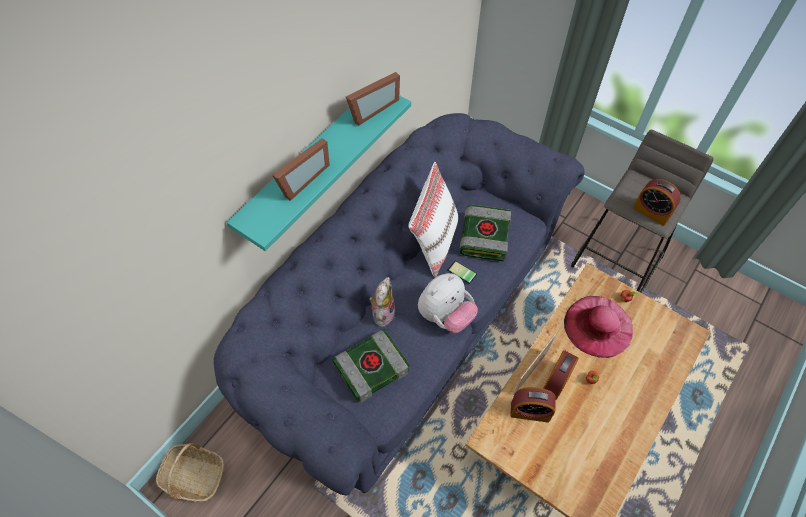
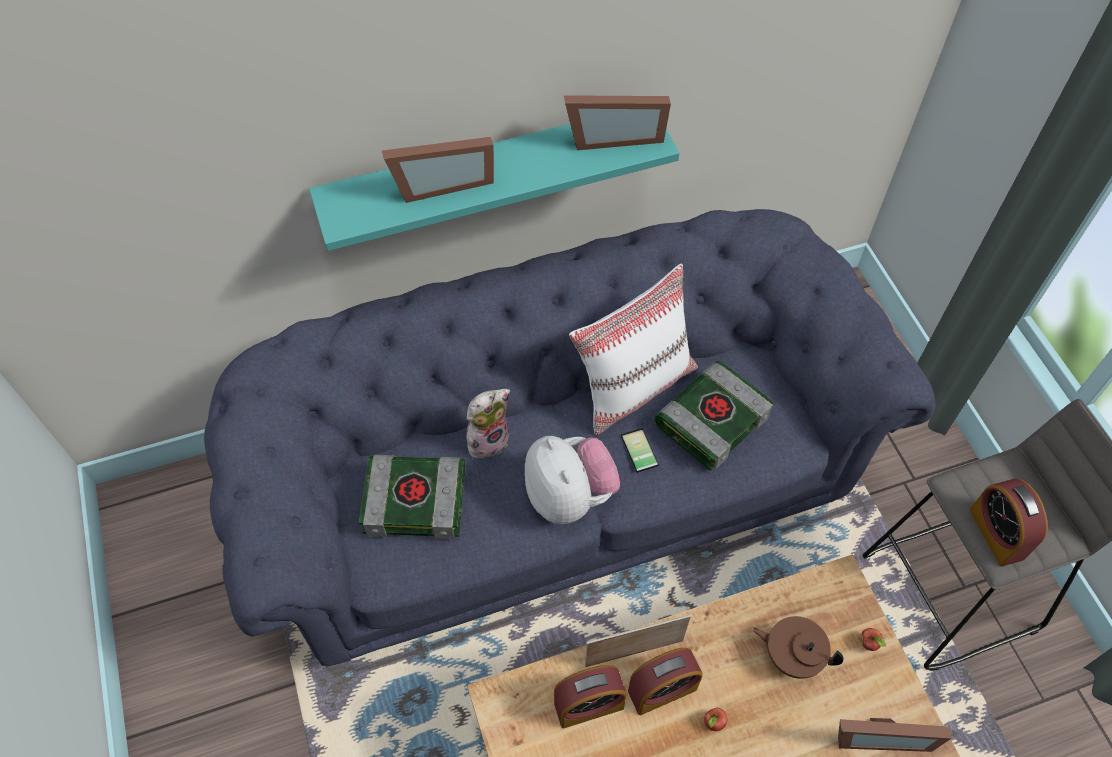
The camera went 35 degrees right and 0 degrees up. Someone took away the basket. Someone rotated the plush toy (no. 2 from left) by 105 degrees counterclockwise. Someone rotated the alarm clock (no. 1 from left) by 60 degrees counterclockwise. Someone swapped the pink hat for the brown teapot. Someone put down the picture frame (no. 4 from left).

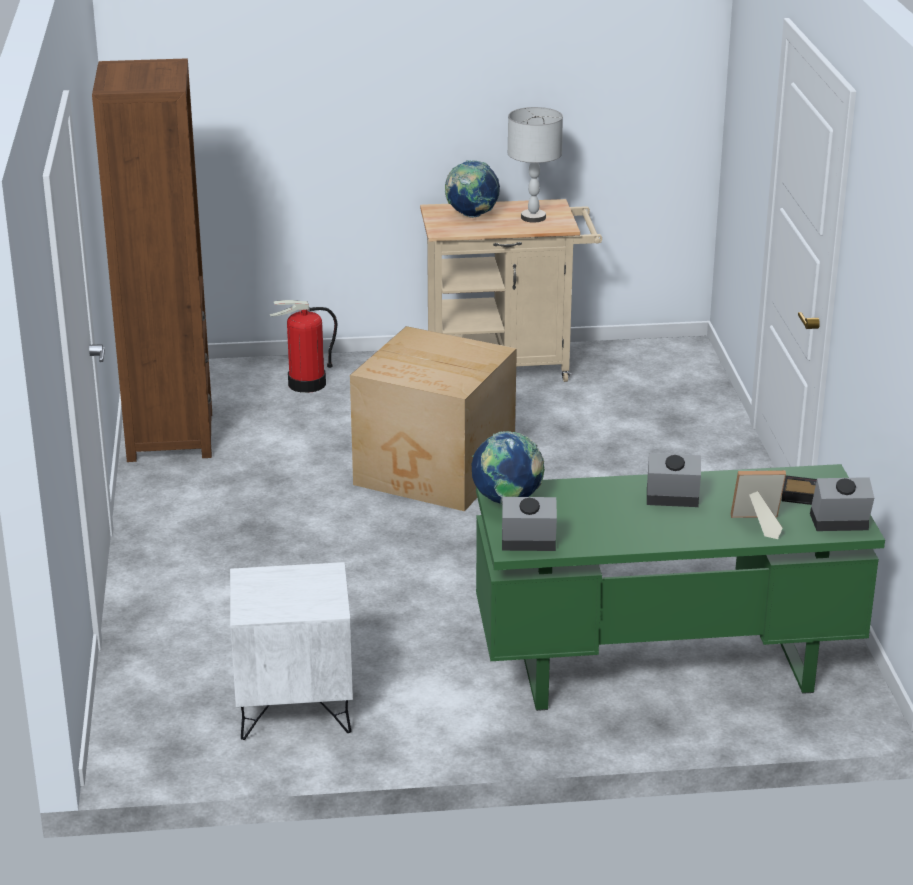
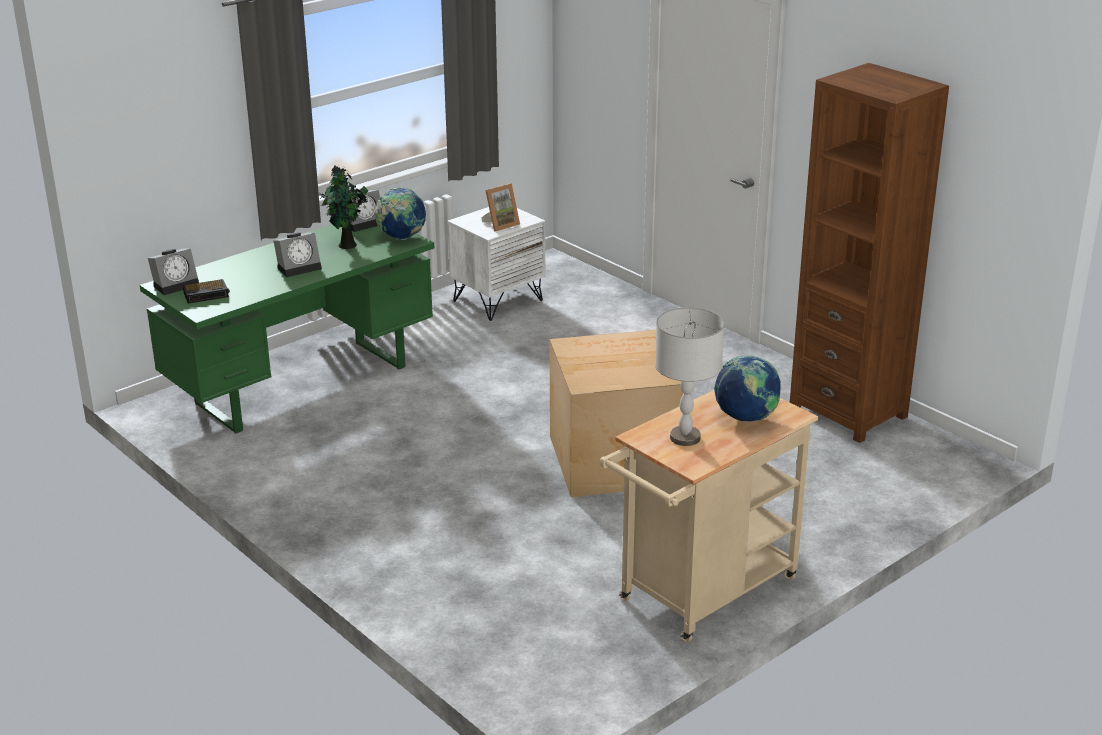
The camera went 145 degrees right and 0 degrees up. Someone took away the fire extinguisher. Someone carried the picture frame. Someone put down the potted plant.

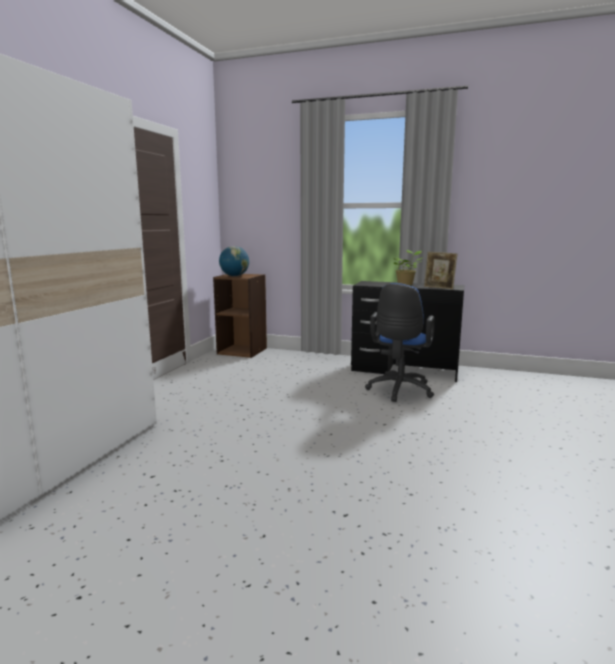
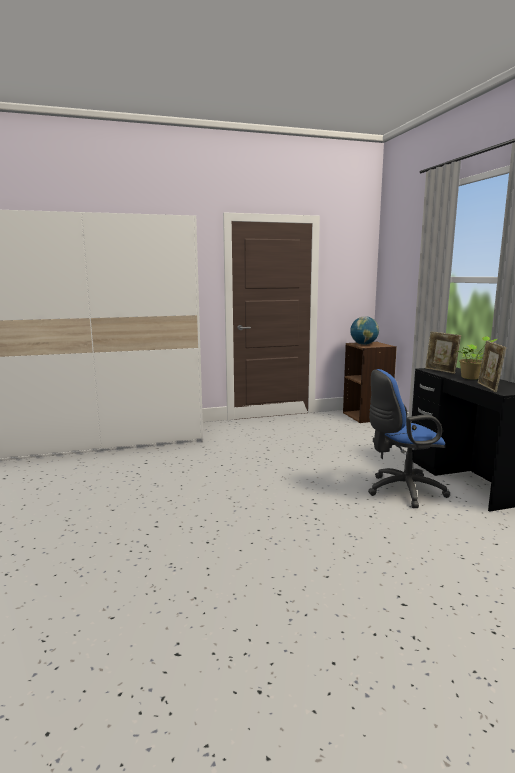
The camera went 55 degrees right and 0 degrees up. Someone put down the picture frame (no. 1 from left).

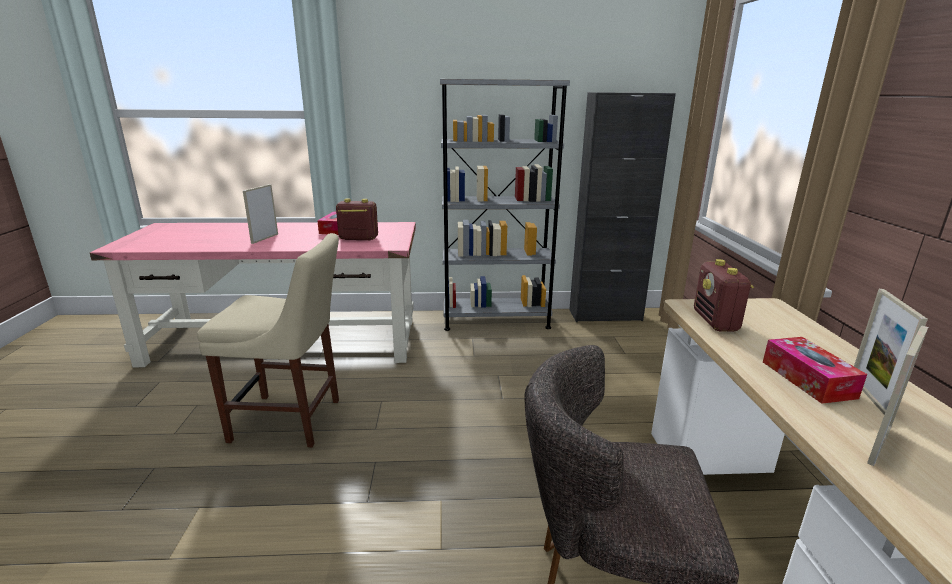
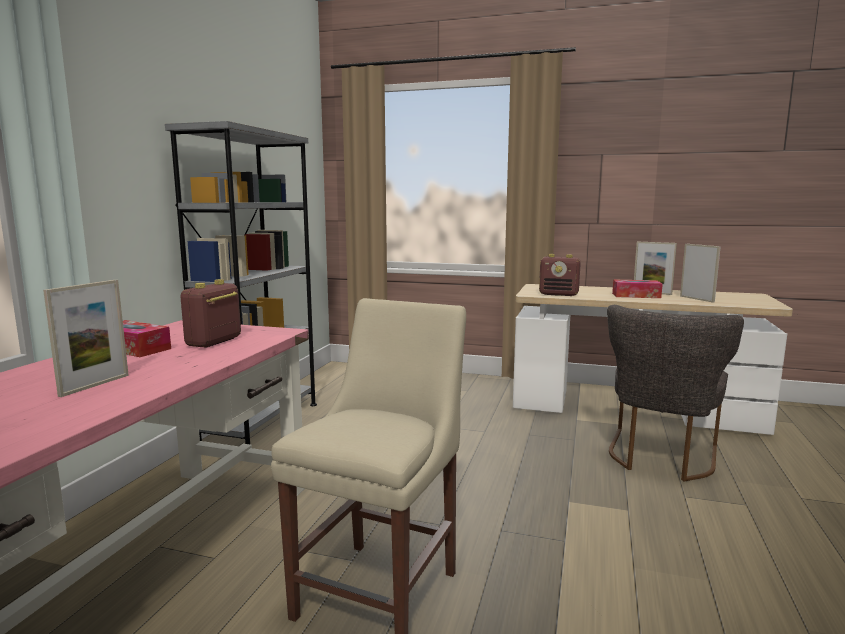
The camera went 70 degrees left and 10 degrees down. Someone rotated the picture frame (no. 1 from left) by 105 degrees counterclockwise. Someone took away the black cabinet.

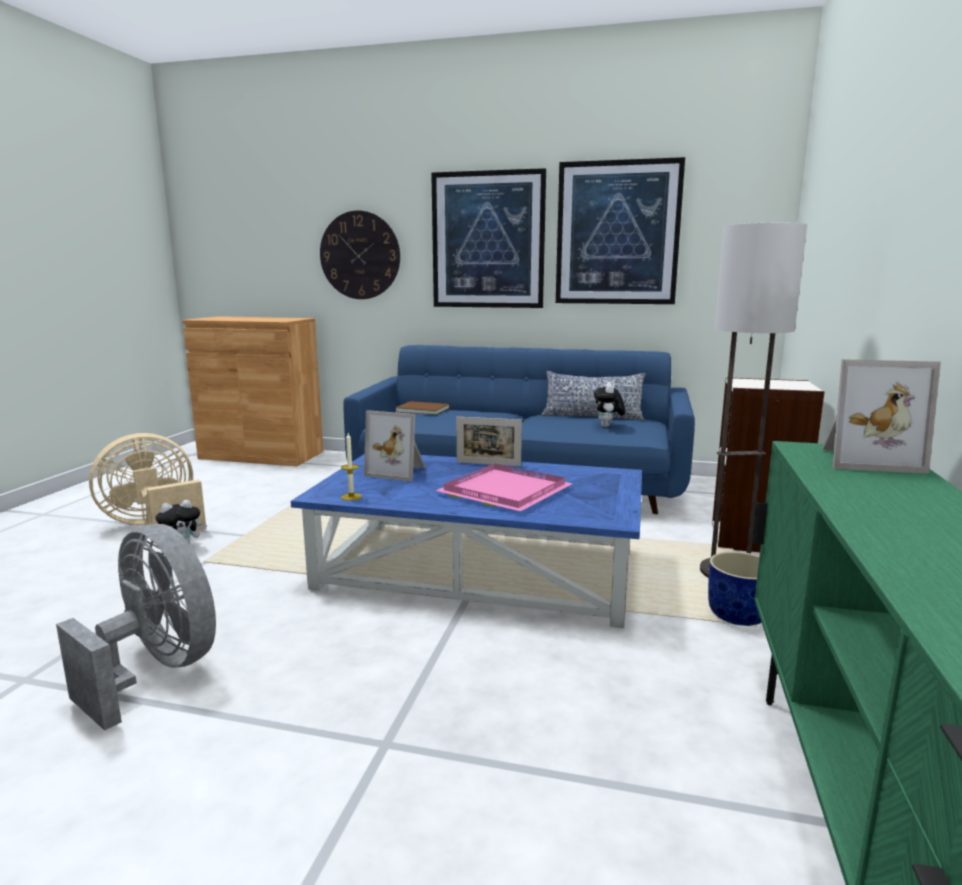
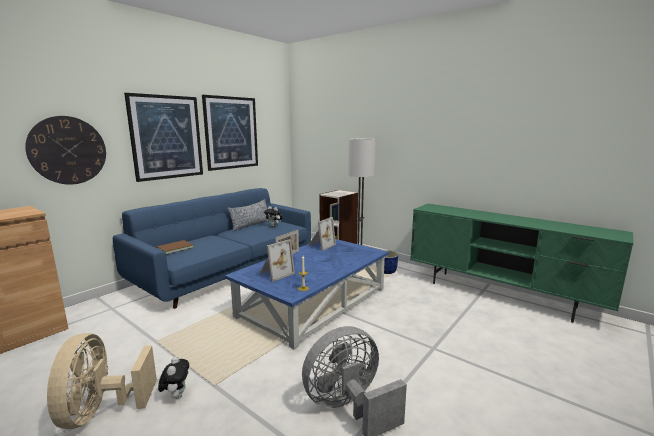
The camera went 65 degrees left and 0 degrees up. Someone took away the pink tray. Someone carried the picture frame (no. 3 from left).

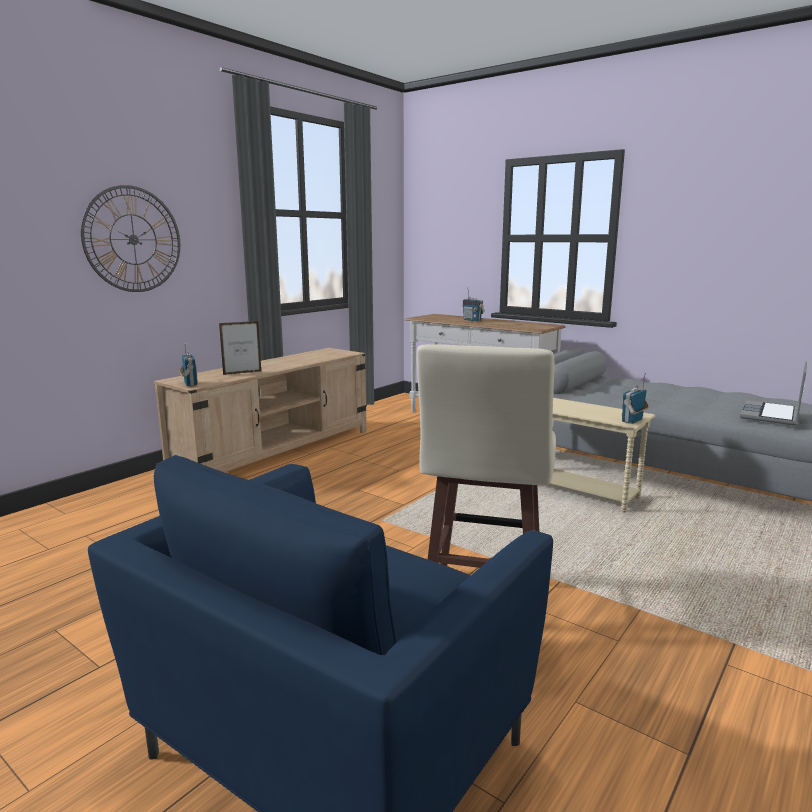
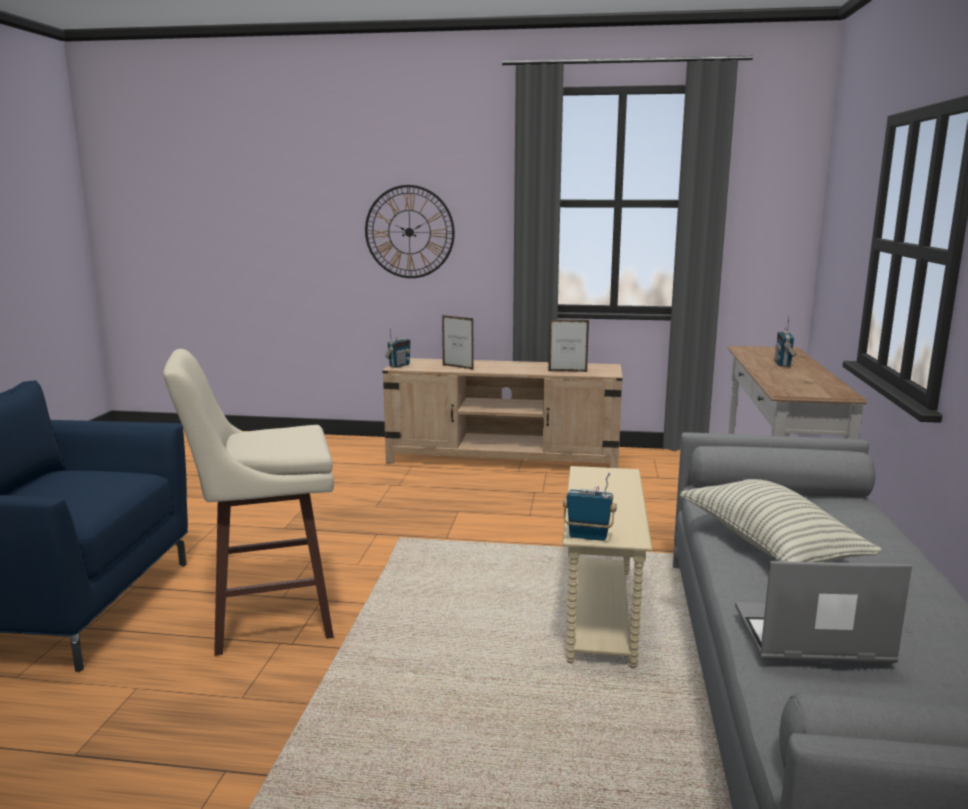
The camera went 60 degrees right and 0 degrees up. Someone put down the picture frame (no. 2 from left). Someone put down the pillow.

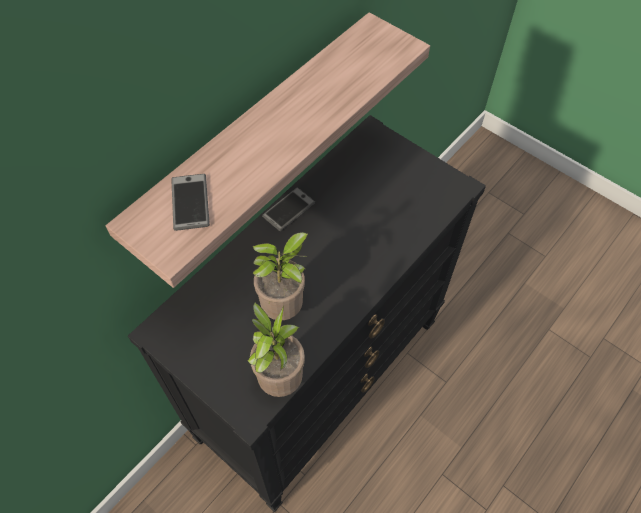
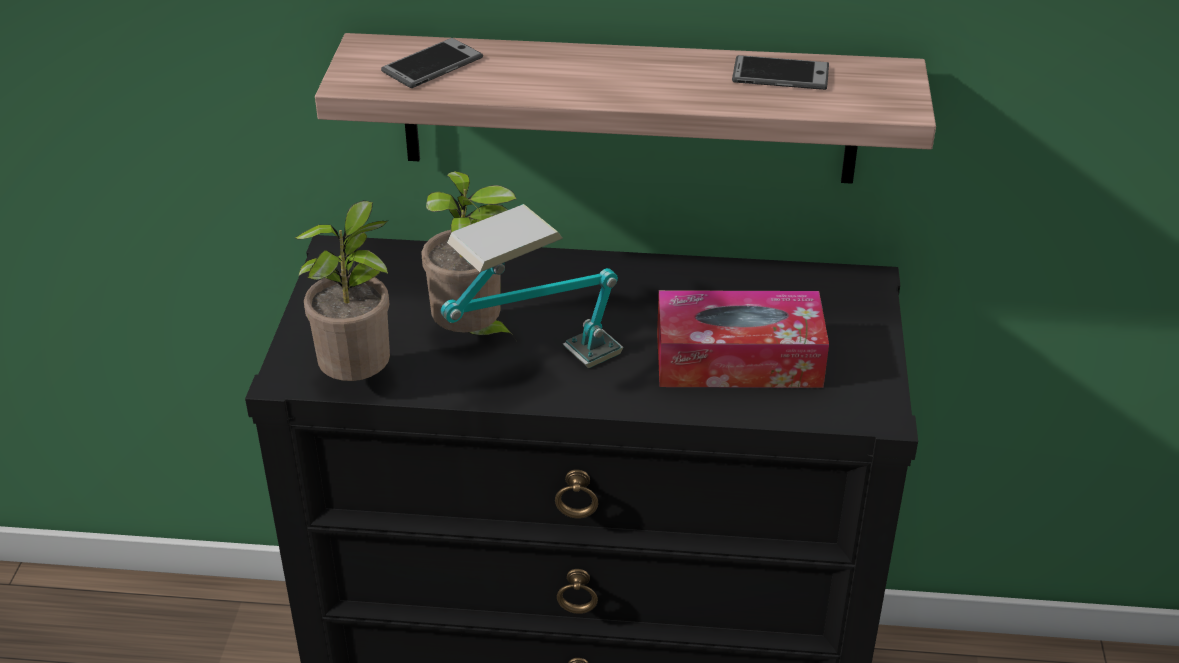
The camera went 55 degrees right and 20 degrees down. Someone carried the phone (no. 2 from left). Someone put down the table lamp. Someone put down the tissue box.

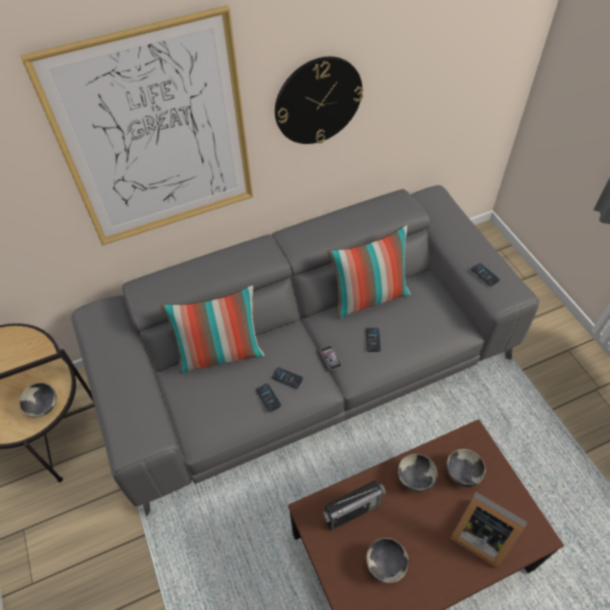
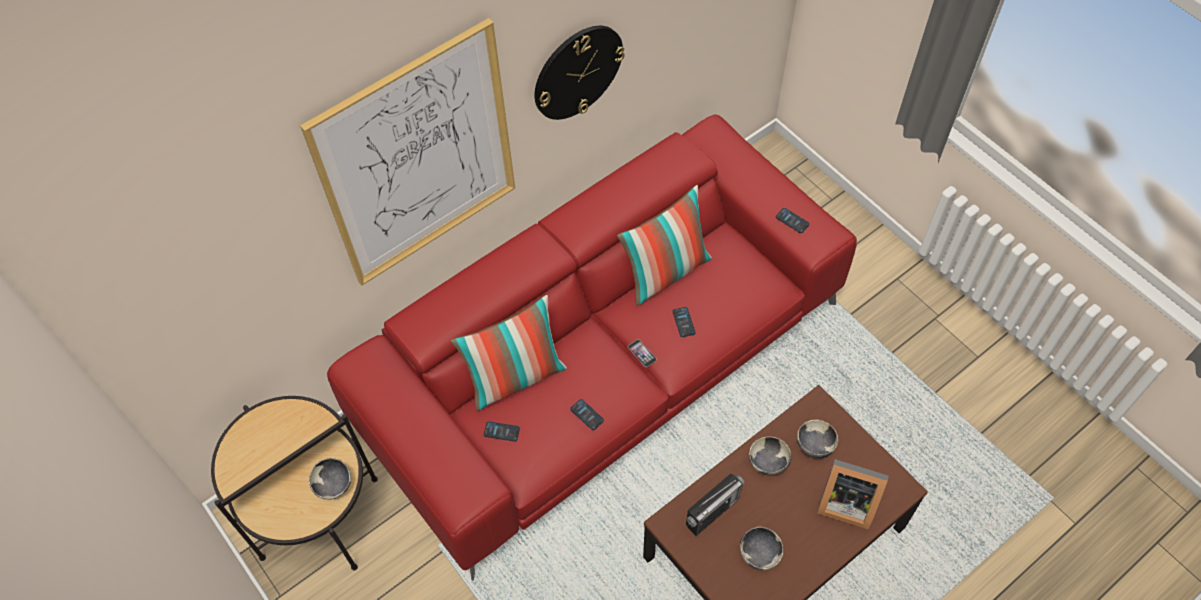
The camera went 15 degrees left and 5 degrees up. Someone repainted the grey sofa, which became the red sofa. Someone carried the phone (no. 2 from left in the first image).

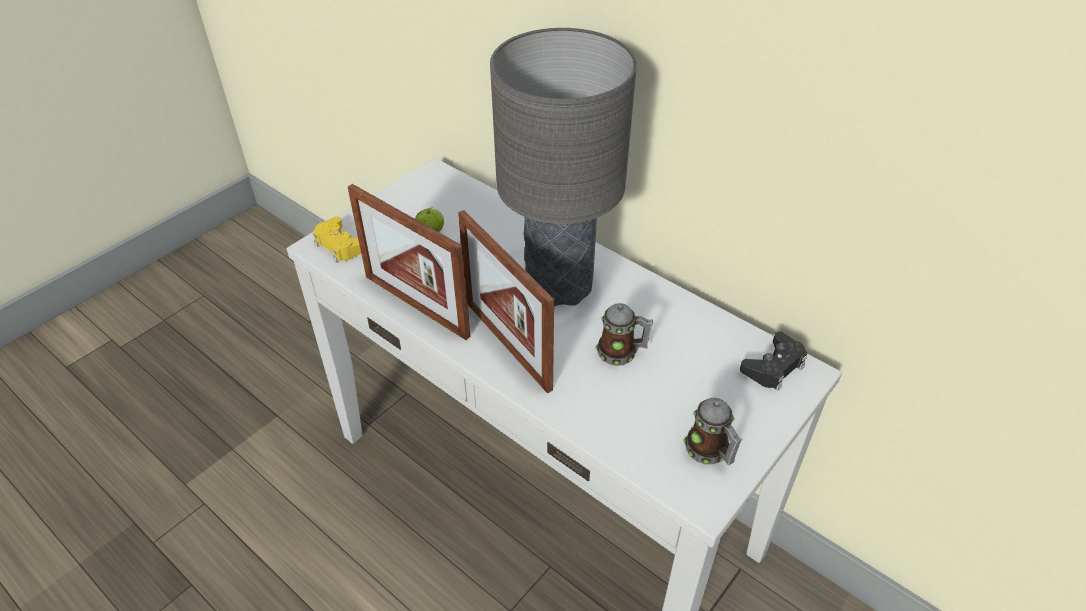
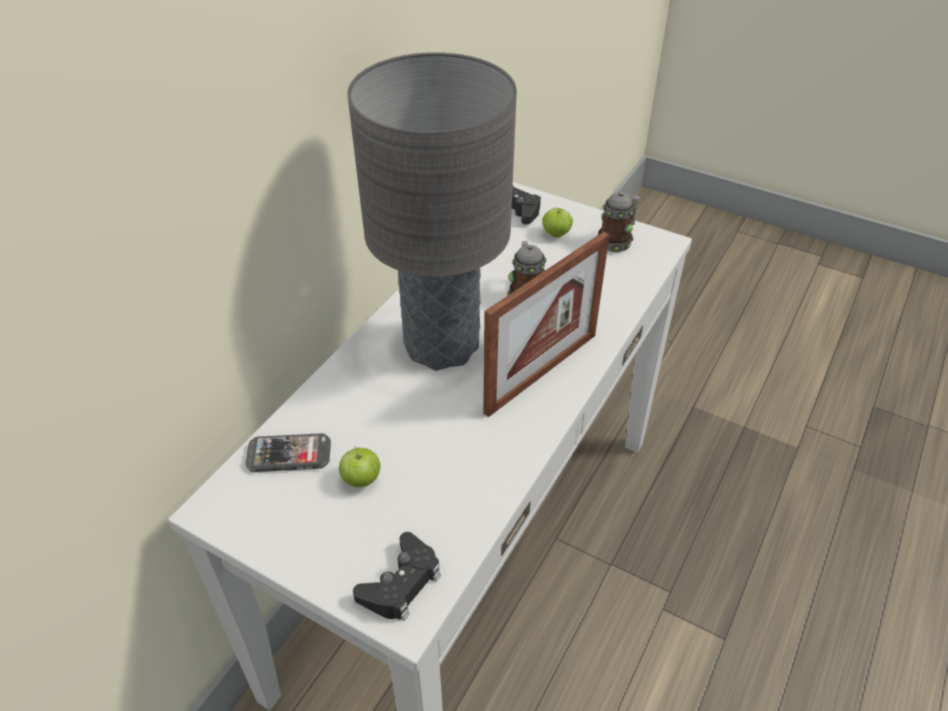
The camera went 100 degrees left and 0 degrees up. Someone repainted the yellow game controller, which became the black game controller (no. 1 from left). Someone took away the picture frame (no. 1 from left). Someone put down the phone. Someone put down the apple (no. 2 from left).

